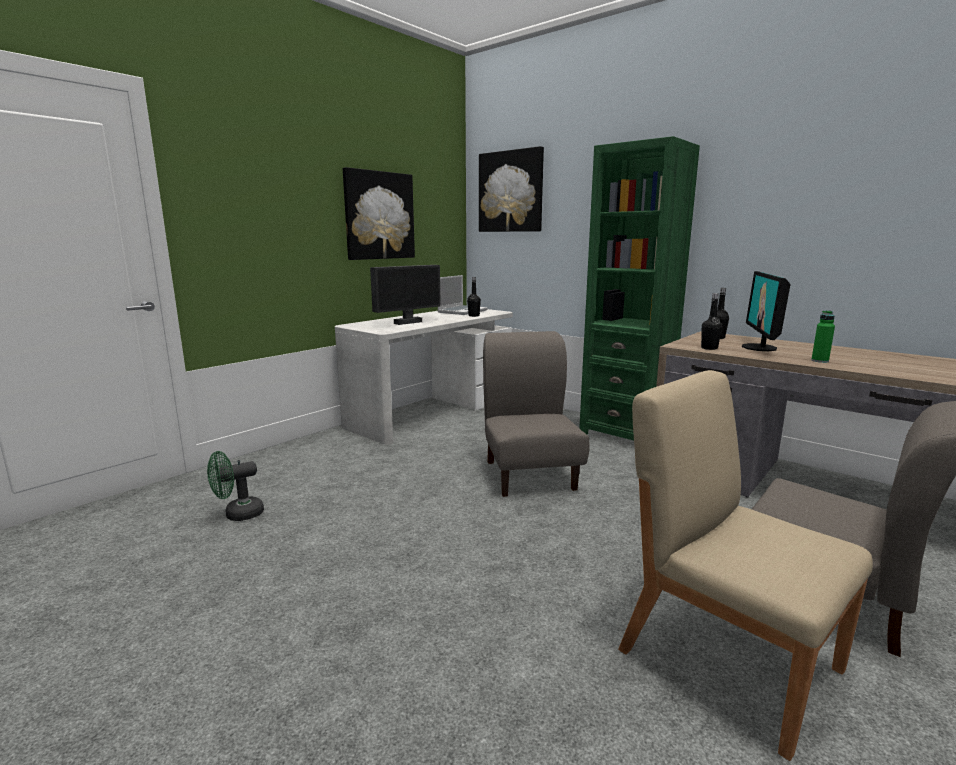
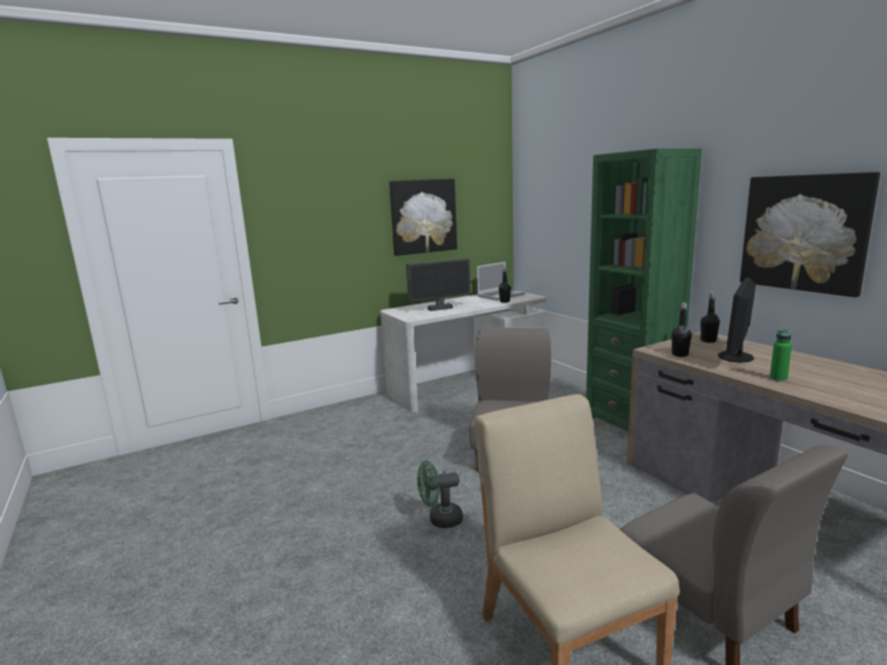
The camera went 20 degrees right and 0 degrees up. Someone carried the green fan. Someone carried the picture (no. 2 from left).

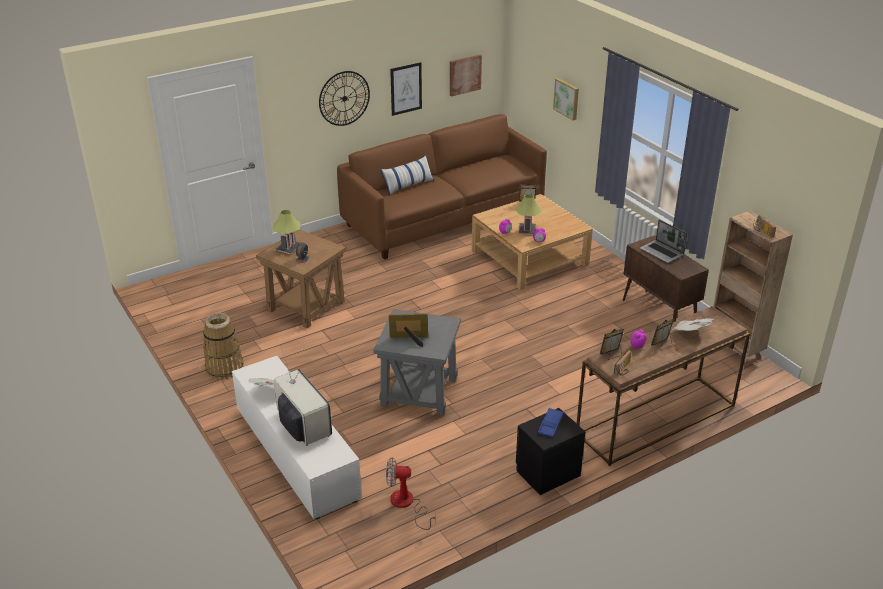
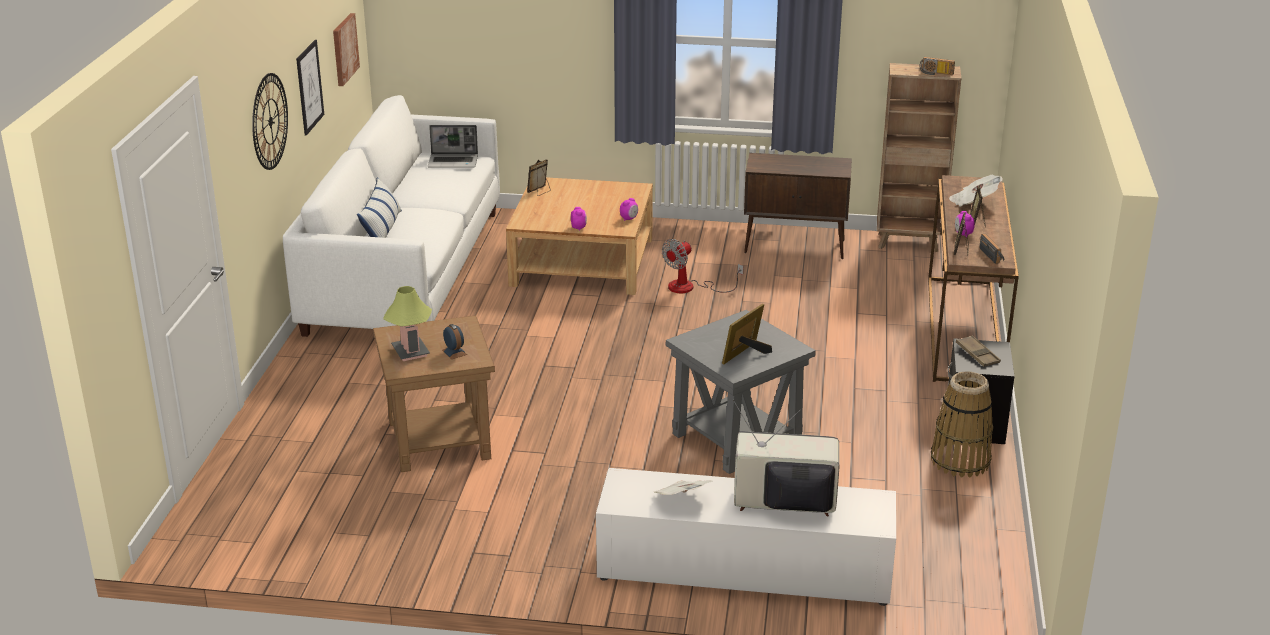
The camera went 50 degrees left and 5 degrees down. Someone carried the basket. Someone repainted the brown sofa, which became the white sofa. Someone carried the fan. Someone took away the table lamp (no. 2 from left). Someone repainted the blue tray, which became the brown tray. Someone took away the picture (no. 3 from left). Someone carried the laptop.

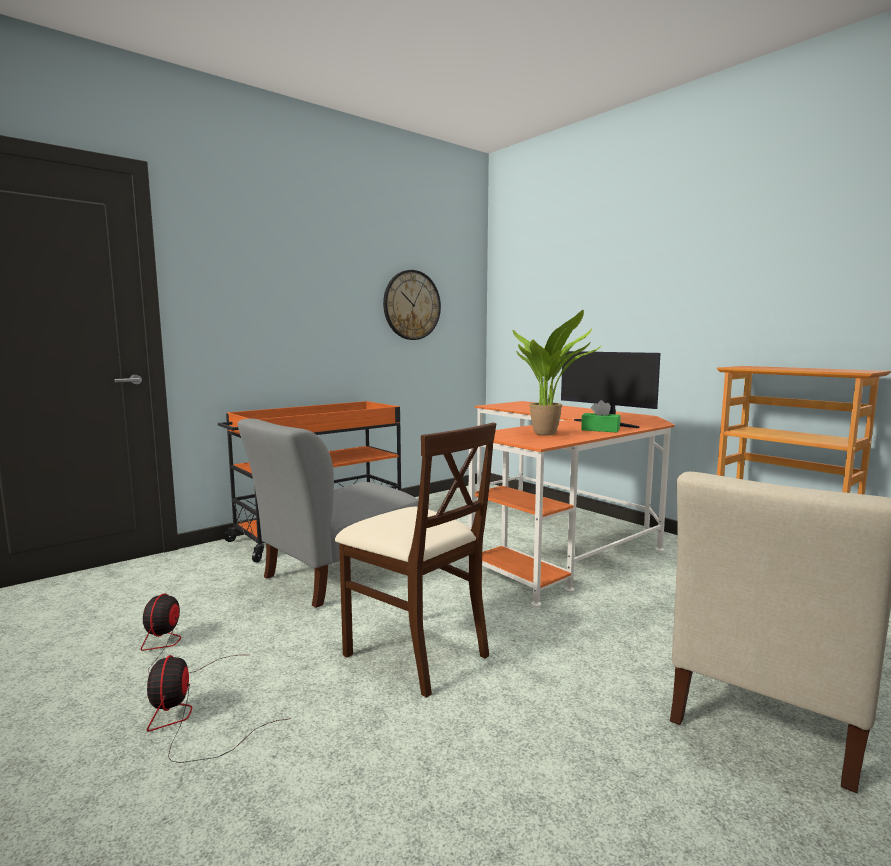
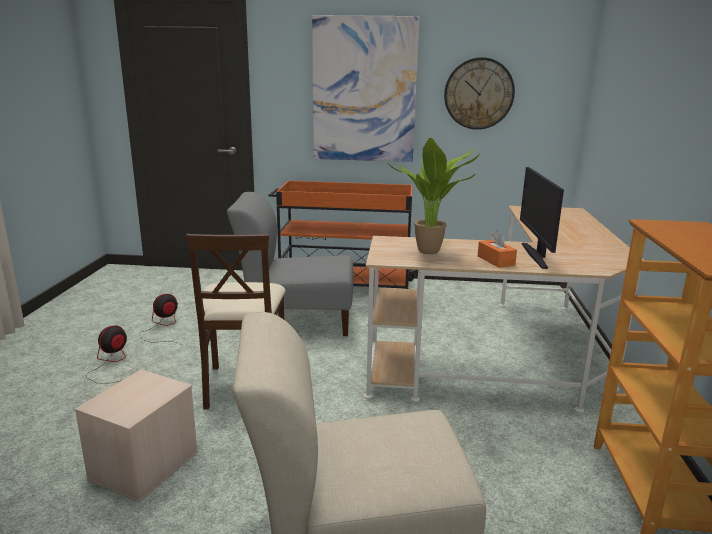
The camera went 45 degrees right and 10 degrees up. Someone repainted the orange desk, which became the beige desk. Someone repainted the green tissue box, which became the orange tissue box. Someone put down the beige storage box. Someone put up the picture.

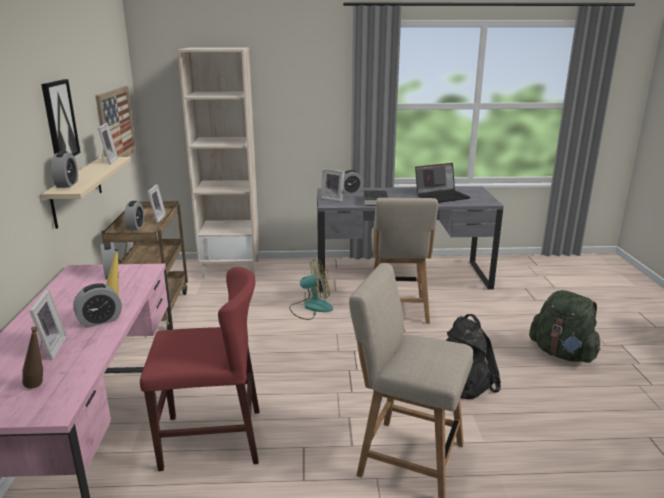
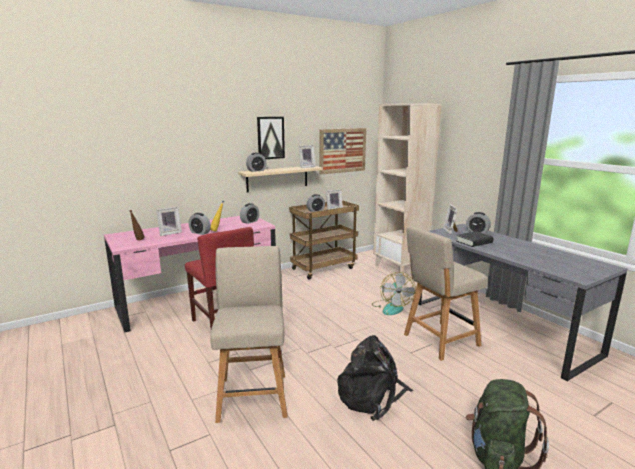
The camera went 60 degrees right and 5 degrees down. Someone rotated the fan by 45 degrees clockwise. Someone took away the laptop.

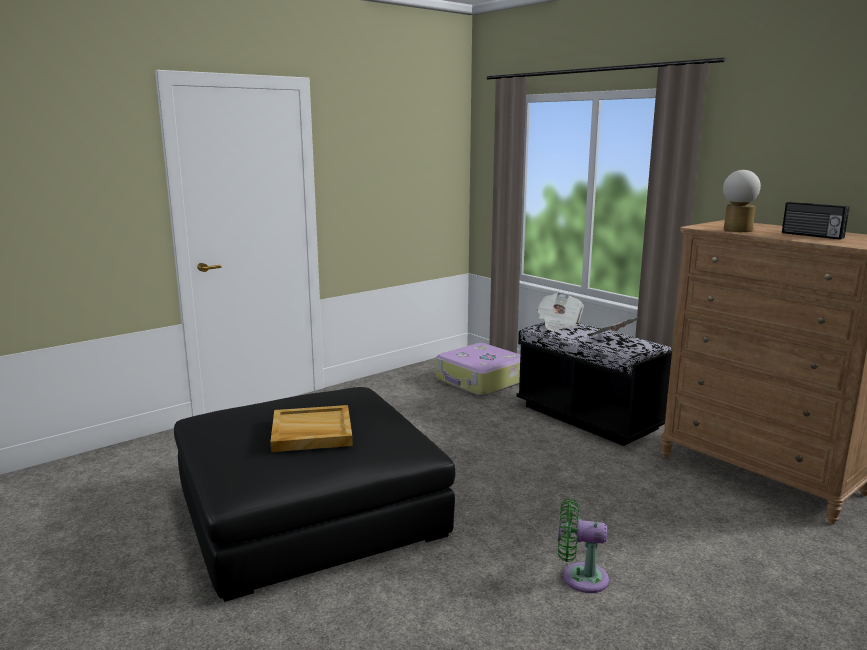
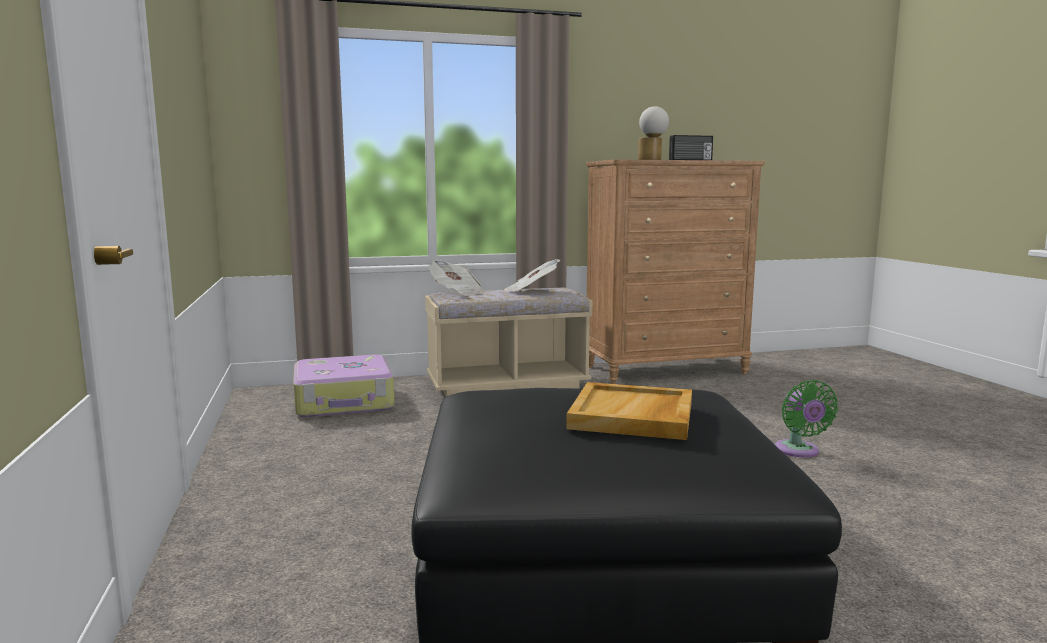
The camera went 65 degrees left and 5 degrees down. Someone repainted the black bench, which became the beige bench. Someone rotated the green fan by 45 degrees counterclockwise.

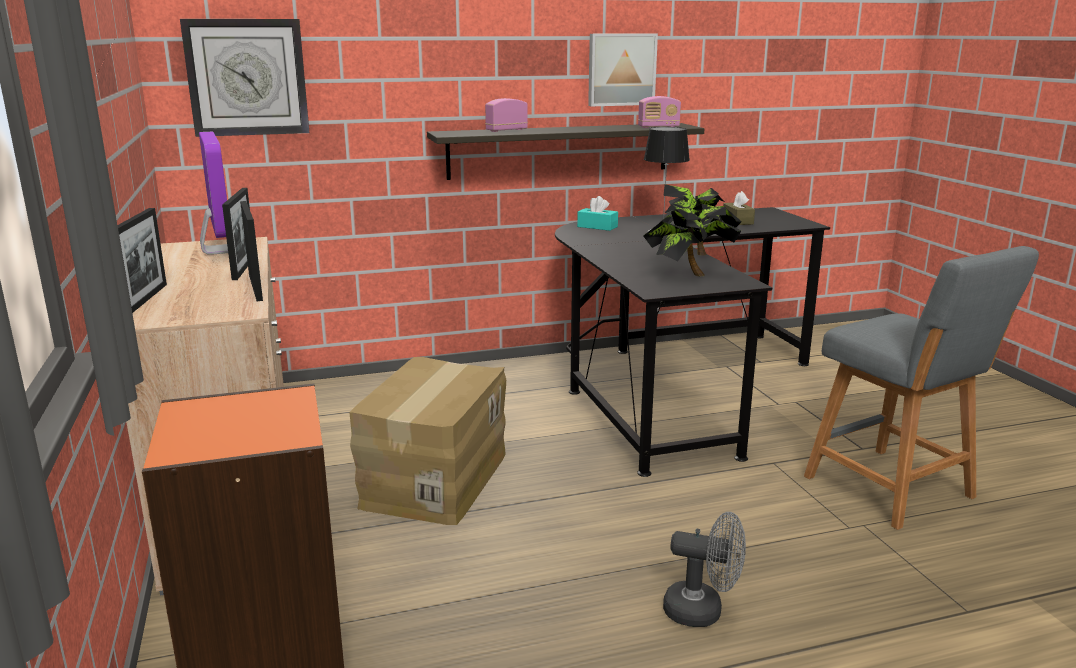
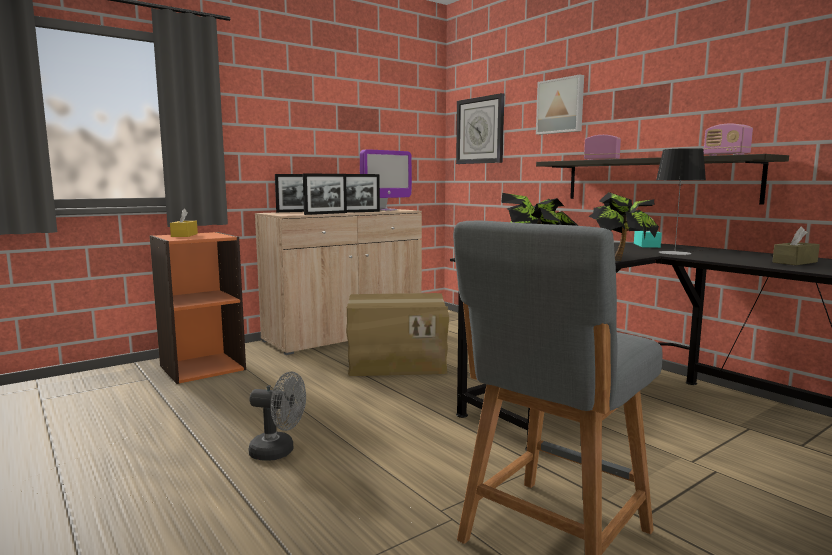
The camera went 70 degrees right and 10 degrees down. Someone carried the picture. Someone rotated the grey fan by 75 degrees counterclockwise. Someone put down the yellow tissue box.

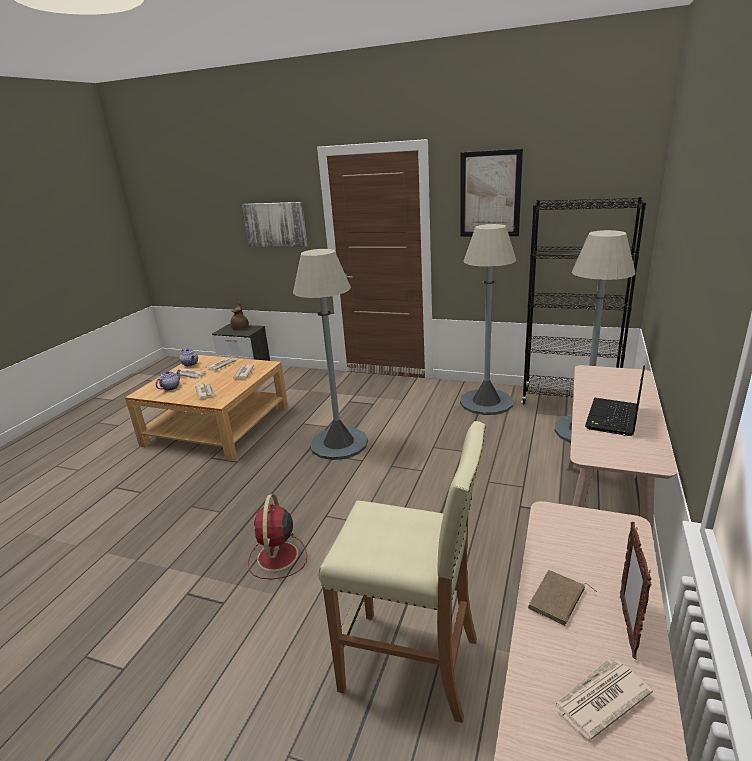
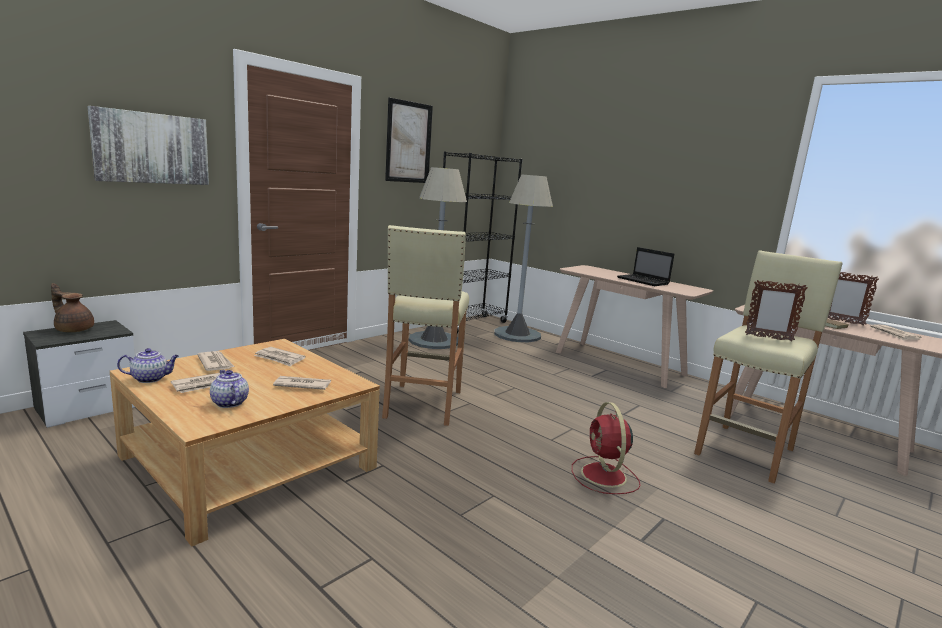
The camera went 70 degrees left and 10 degrees down. Someone rotated the red fan by 60 degrees clockwise. Someone swapped the grey floor lamp (no. 1 from left) for the beige stool (no. 1 from left). Someone put down the picture frame (no. 1 from left).

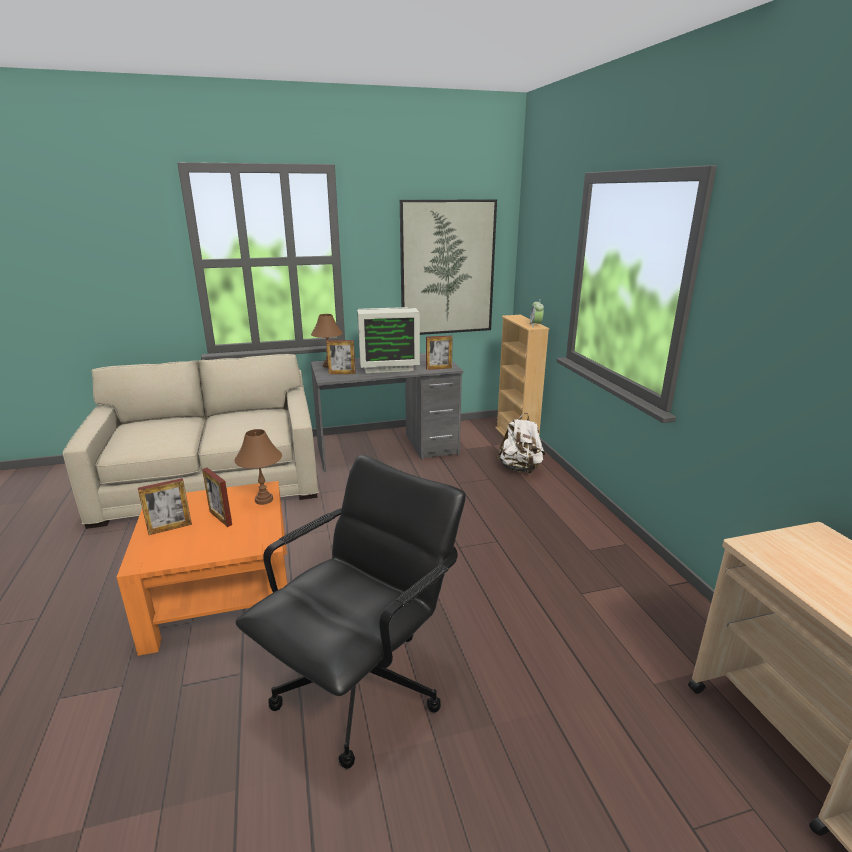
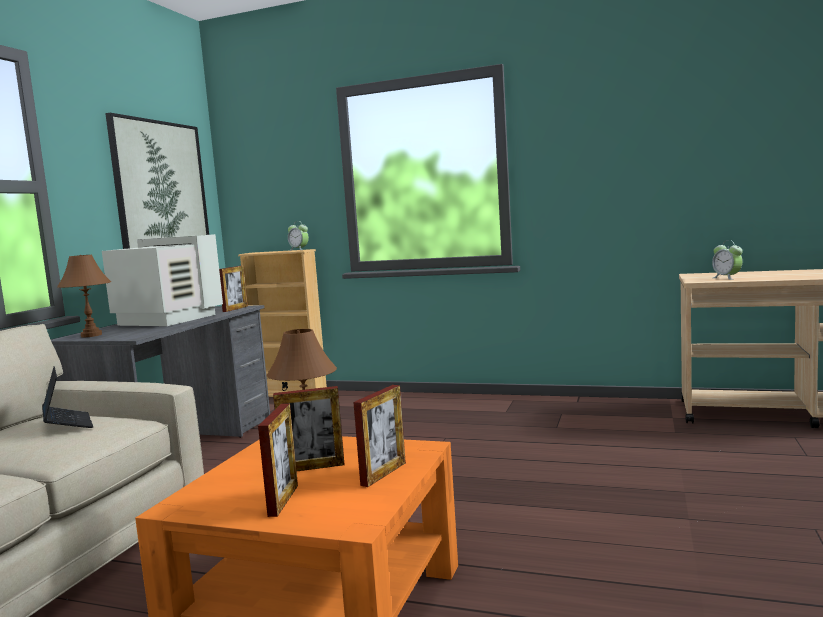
The camera went 55 degrees left and 15 degrees down. Someone took away the black office chair. Someone carried the picture frame (no. 3 from left in the first image). Someone rotated the monitor by 90 degrees counterclockwise. Someone took away the white backpack. Someone put down the laptop. Someone put down the alarm clock (no. 2 from left).

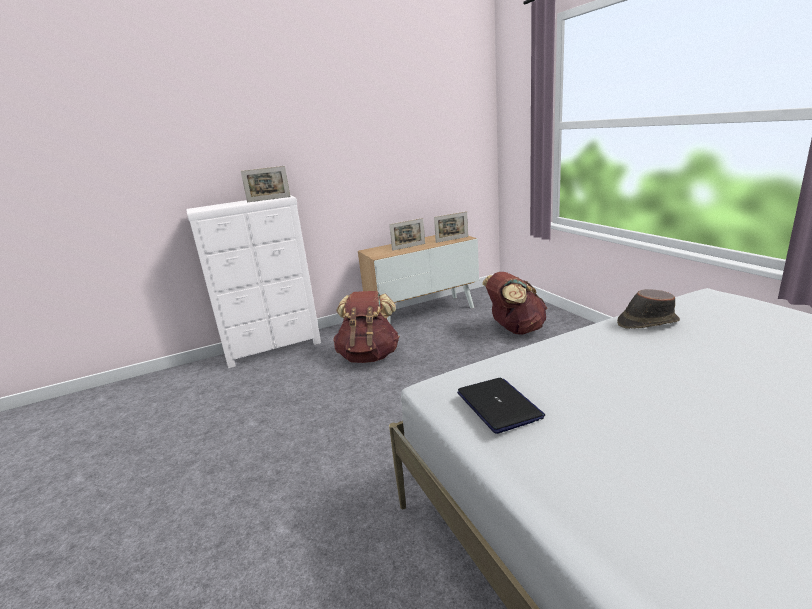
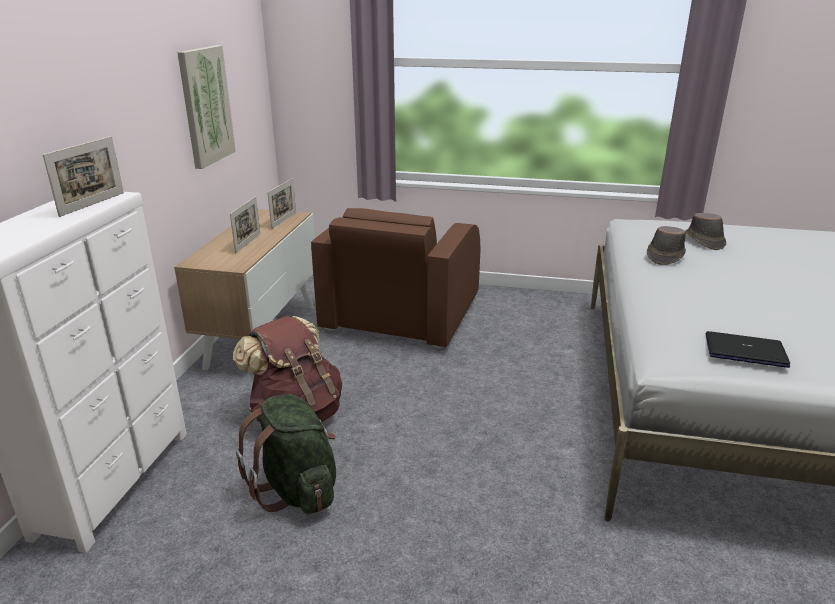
The camera went 55 degrees left and 5 degrees up. Someone swapped the brown backpack (no. 2 from left) for the brown armchair. Someone put up the picture. Someone put down the green backpack. Someone put down the brown hat (no. 2 from left).

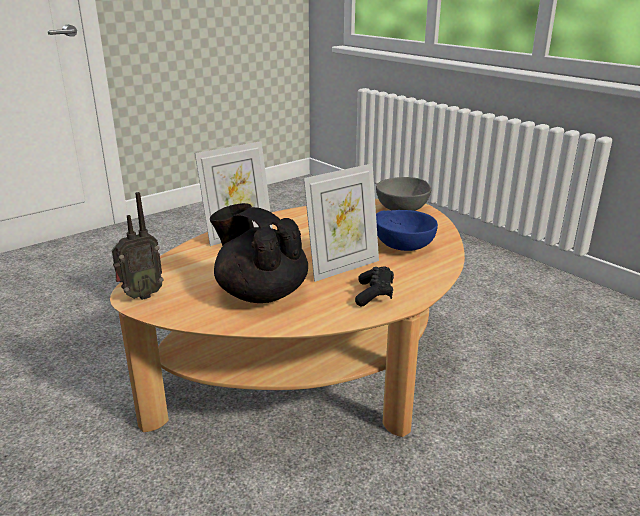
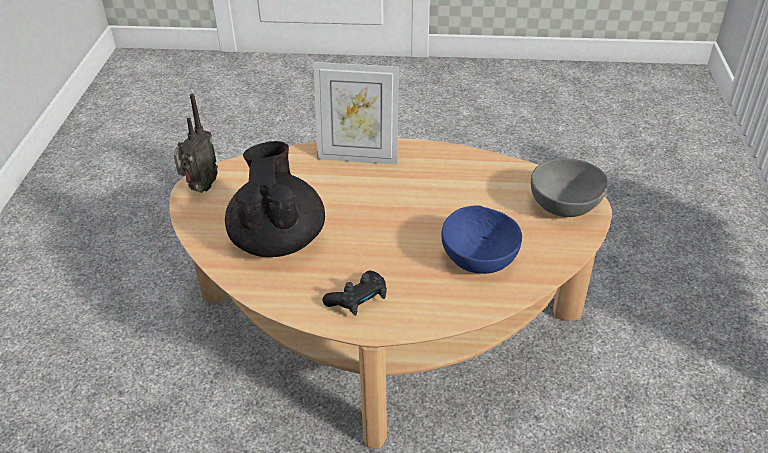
The camera went 45 degrees right and 15 degrees up. Someone rotated the radio by 75 degrees counterclockwise. Someone took away the picture frame (no. 2 from left).

